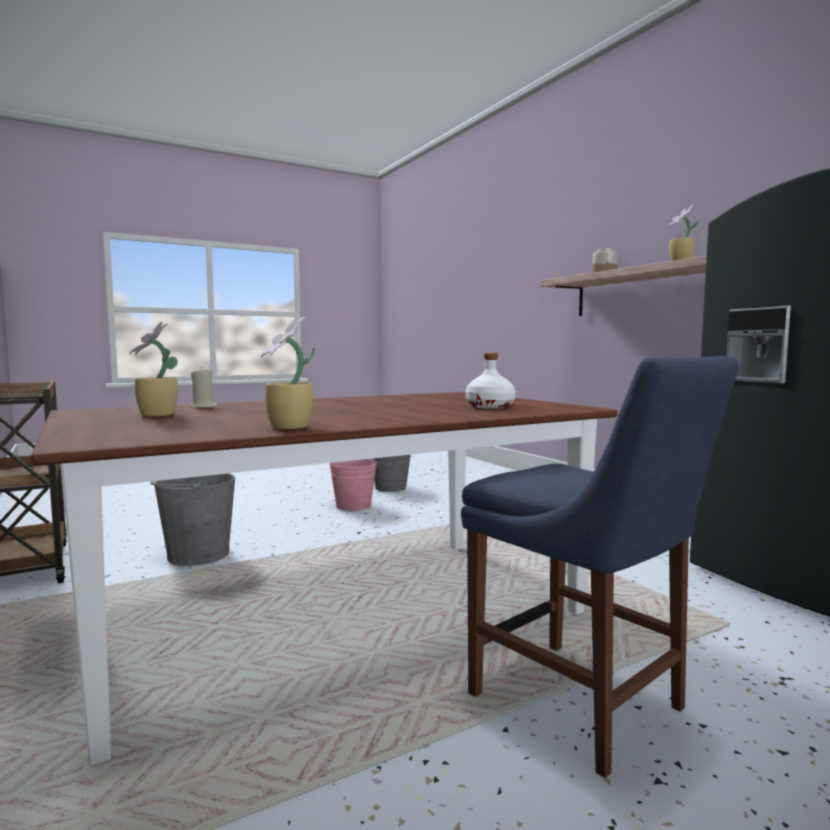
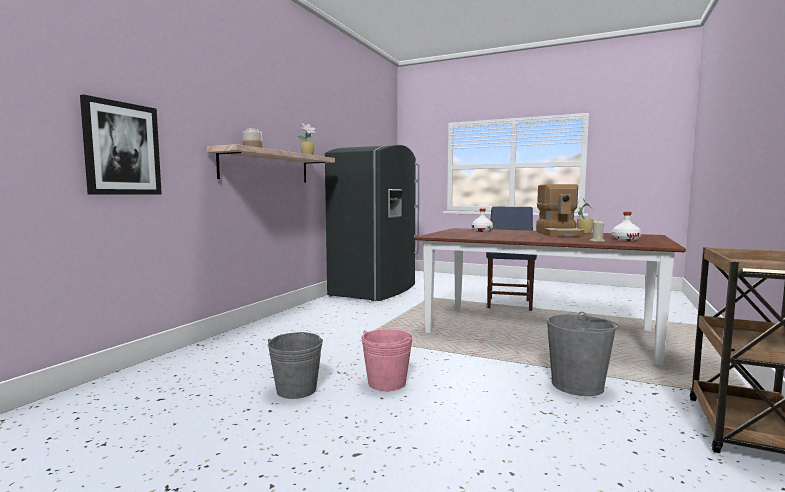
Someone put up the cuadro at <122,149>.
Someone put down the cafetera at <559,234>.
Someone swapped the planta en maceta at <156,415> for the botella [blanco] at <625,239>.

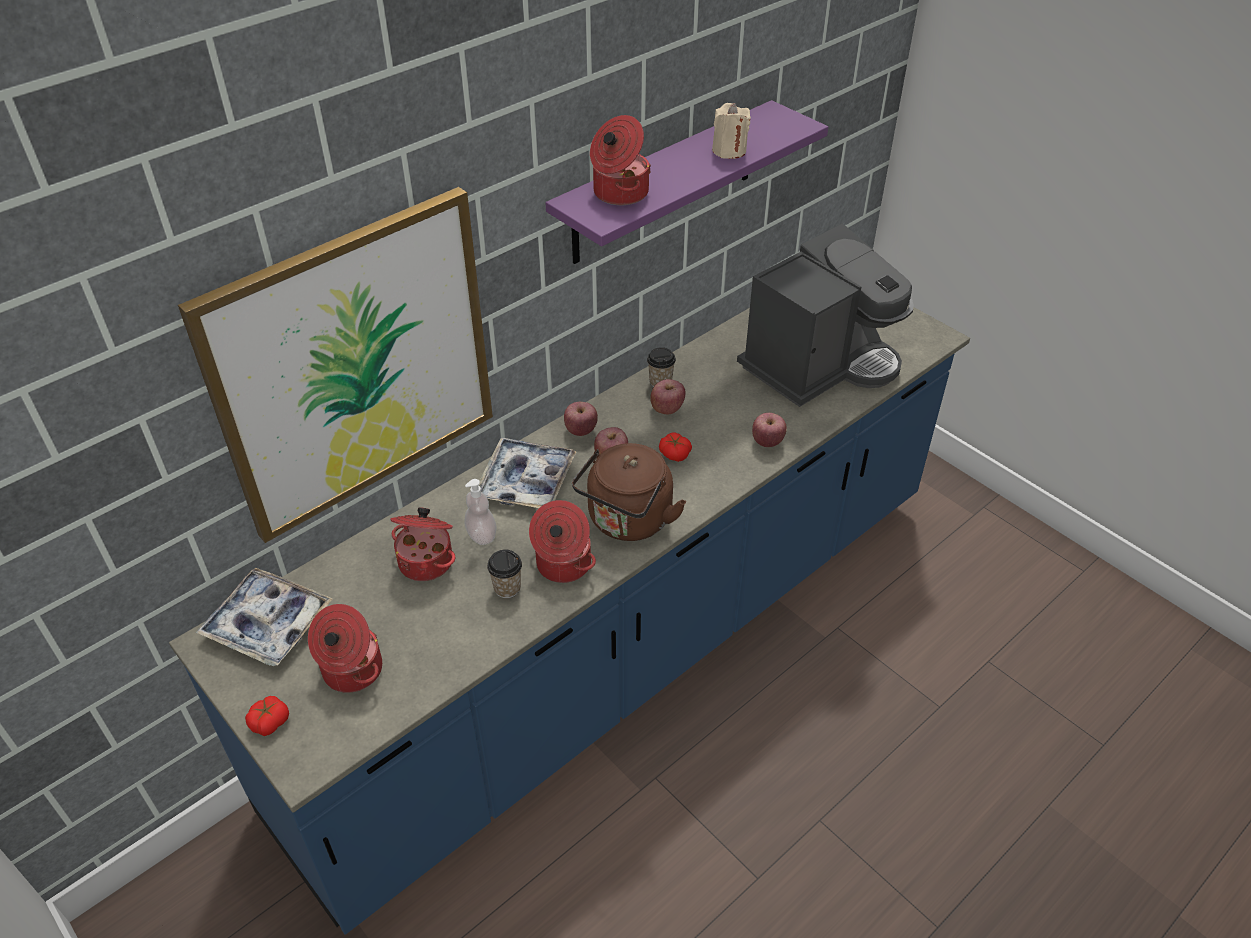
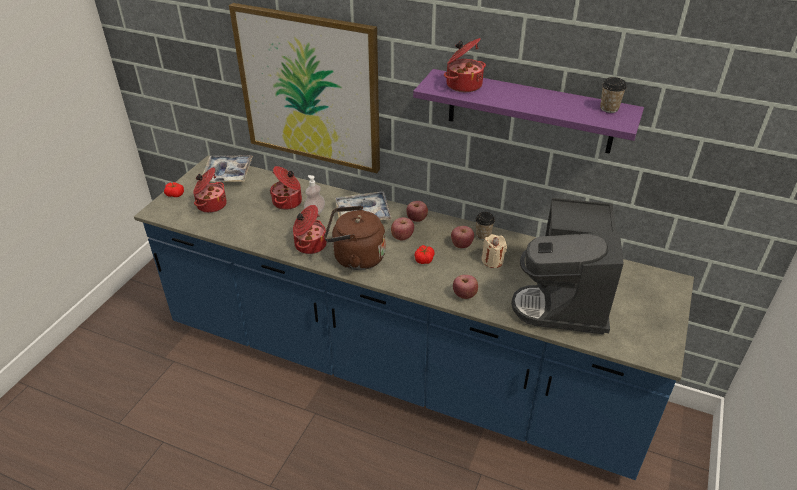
Someone carried the taza from <507,588> to <609,108>.
Someone carried the vela [beis] from <729,151> to <492,261>.
Someone rotated the cafetera at <819,364> by 75 degrees clockwise.

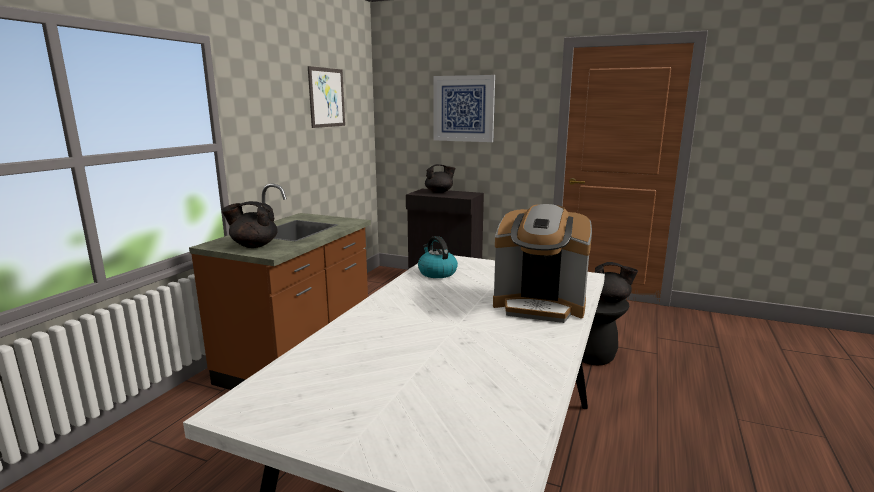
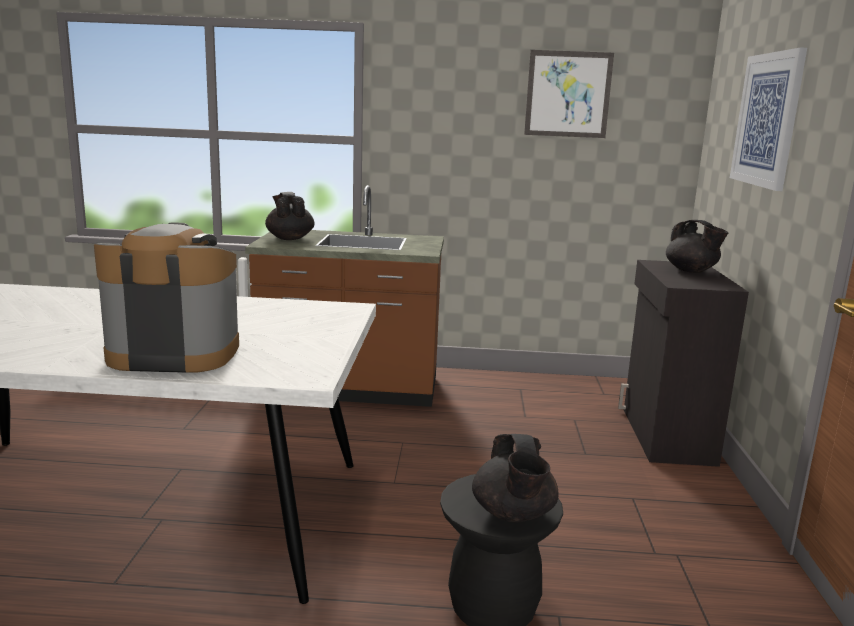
Someone took away the hervidor at <436,273>.
Someone rotated the cafetera at <539,305> by 90 degrees clockwise.

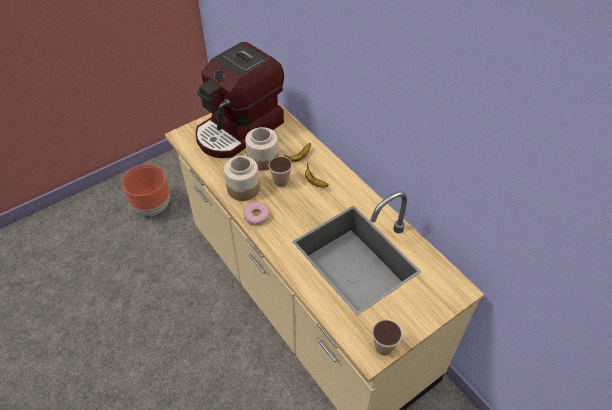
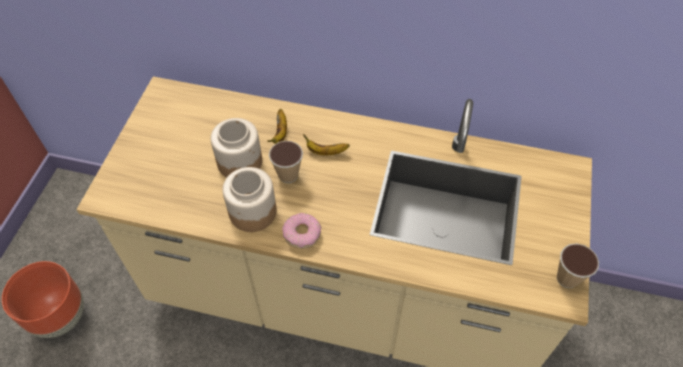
Someone took away the cafetera at <240,130>.

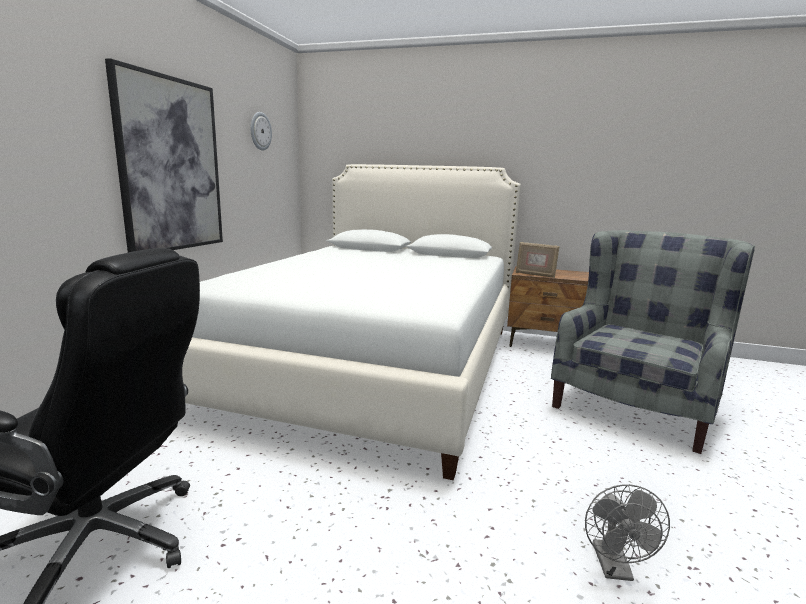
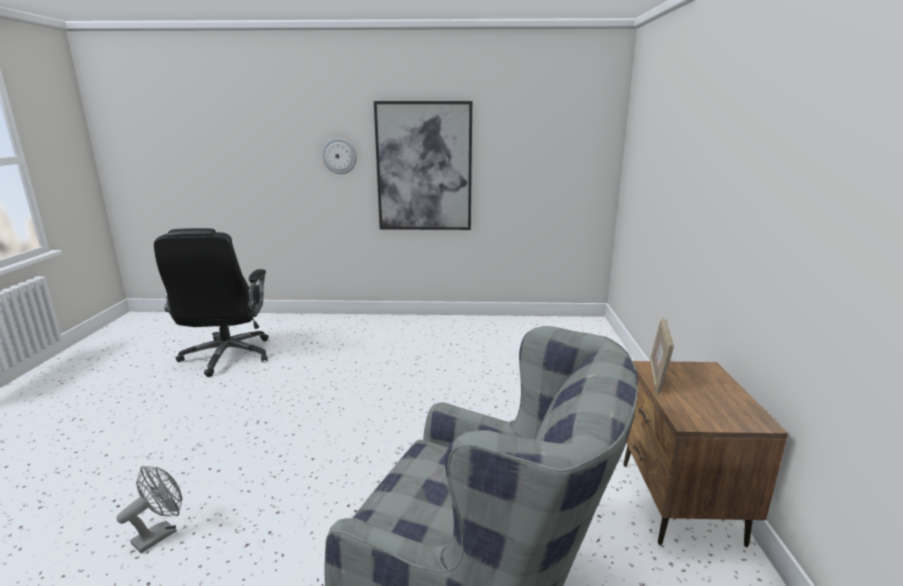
Someone took away the cama [blanco] at <375,364>.
Someone carried the reloj de pared from <260,131> to <339,156>.
Someone rotated the ventilador [gris] at <615,569> by 135 degrees clockwise.

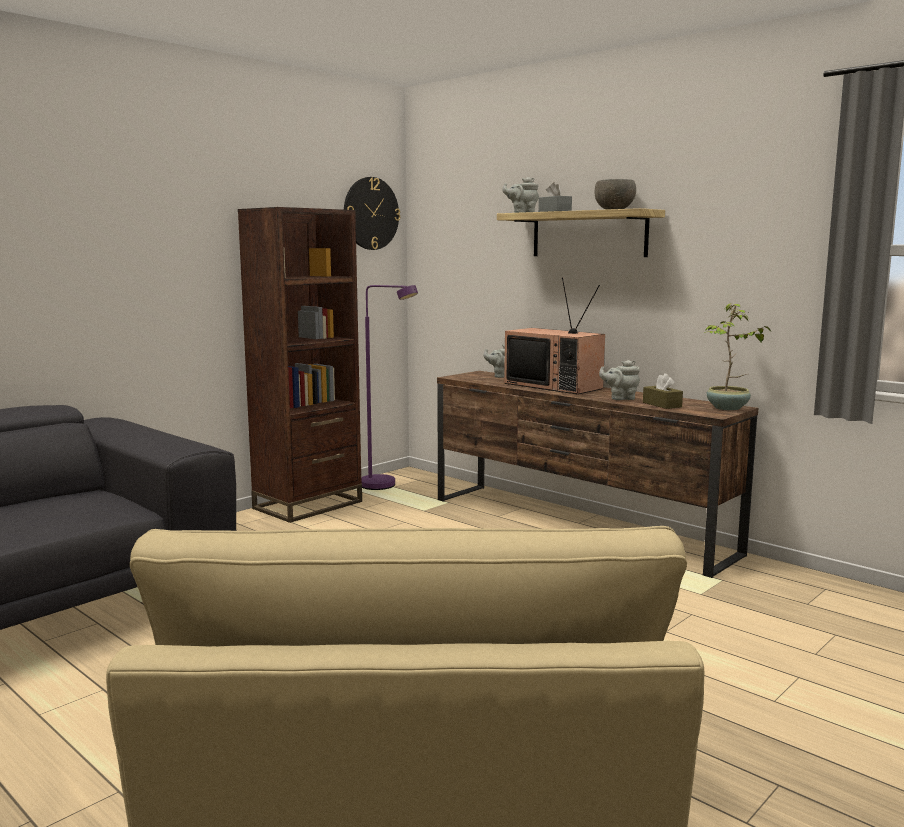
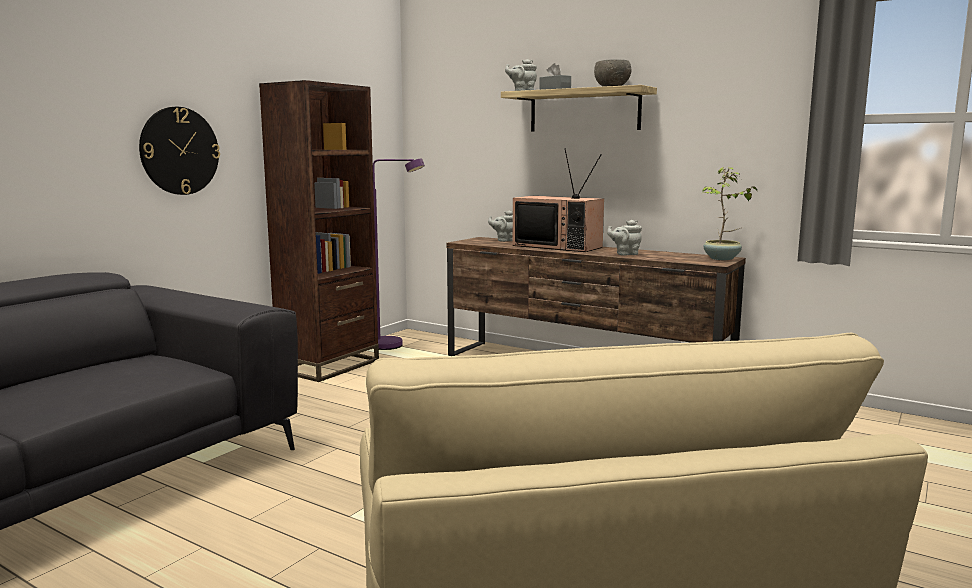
Someone took away the caja de pañuelos [marrón] at <662,405>.
Someone carried the reloj de pared from <371,213> to <179,151>.

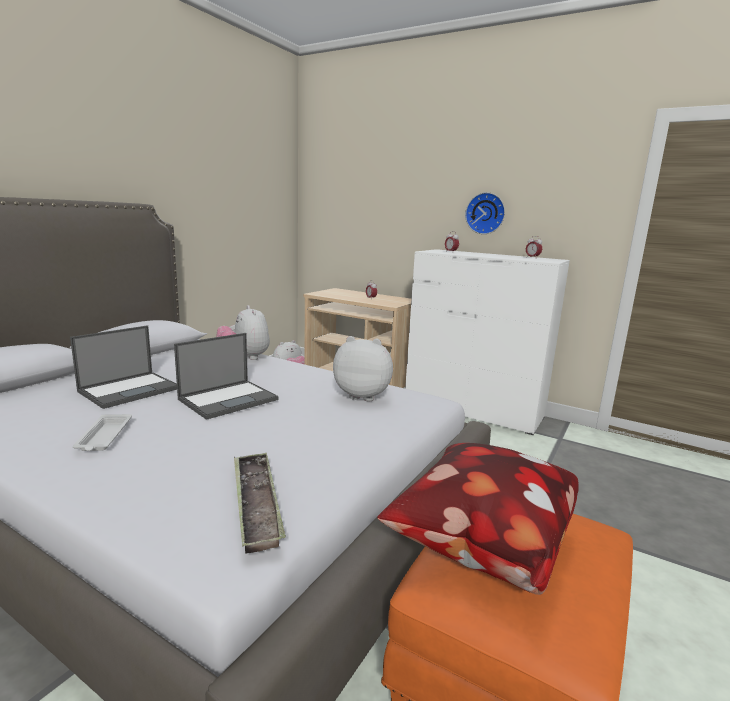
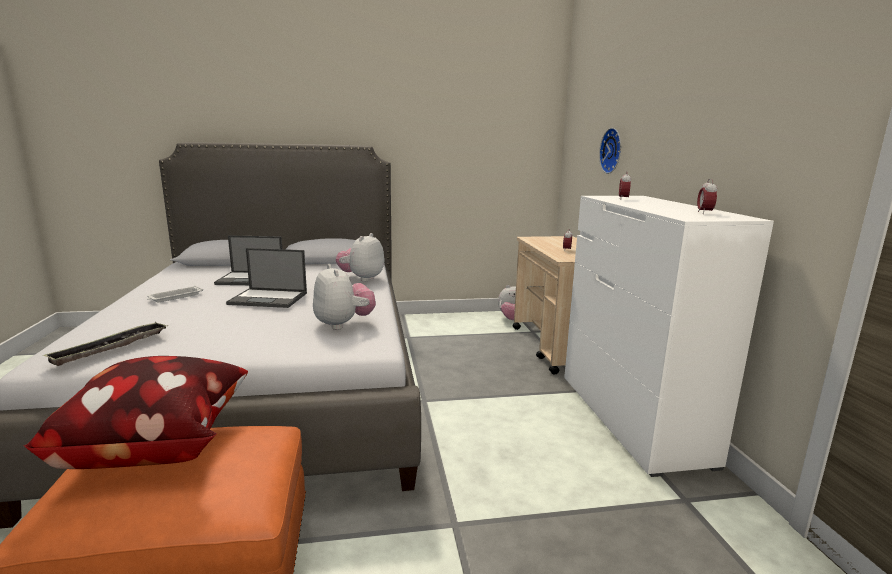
Someone carried the reloj de pared from <485,213> to <613,151>.

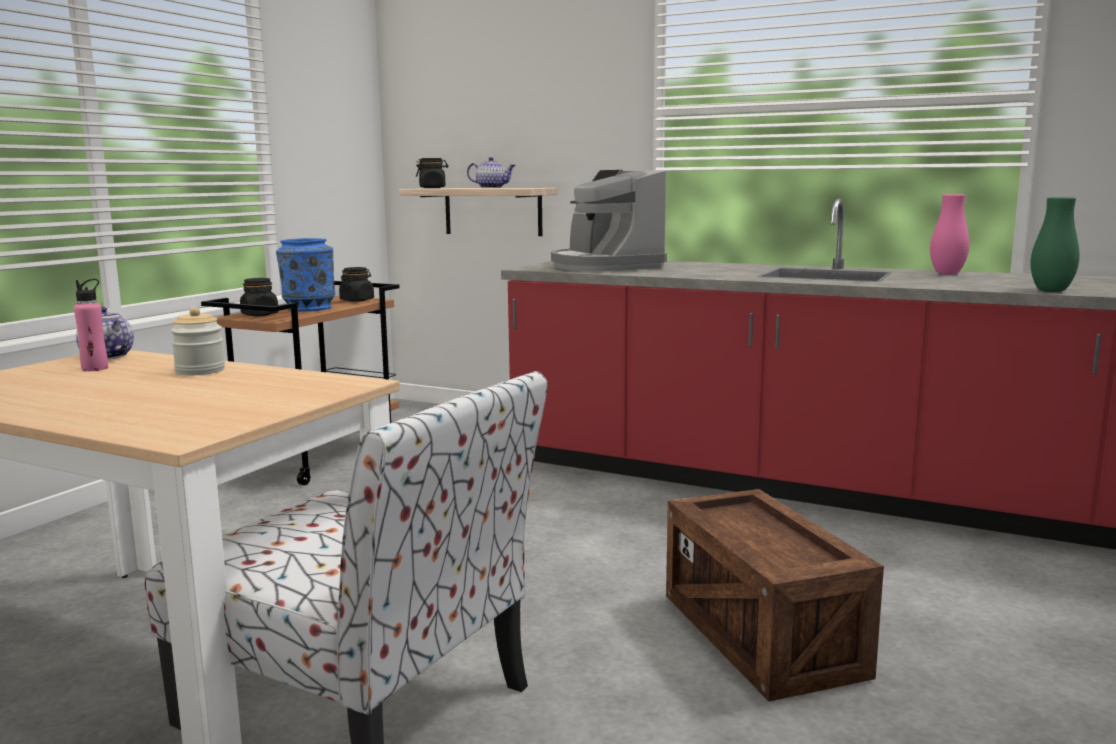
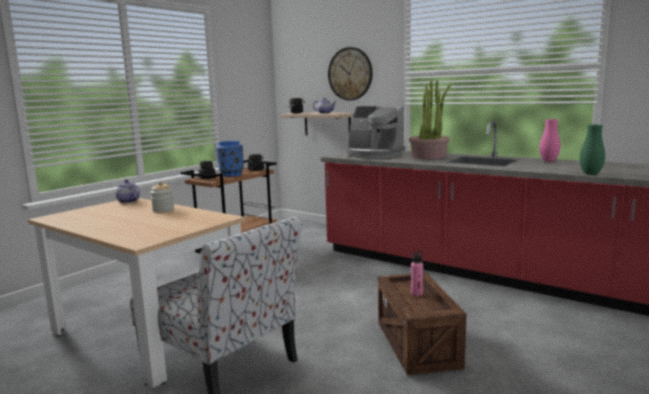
Someone put up the reloj de pared at <350,74>.
Someone put down the planta en maceta at <429,156>.
Someone carried the botella [rosa] from <95,368> to <416,293>.
Someone rotated the cafetera at <604,266> by 45 degrees counterclockwise.

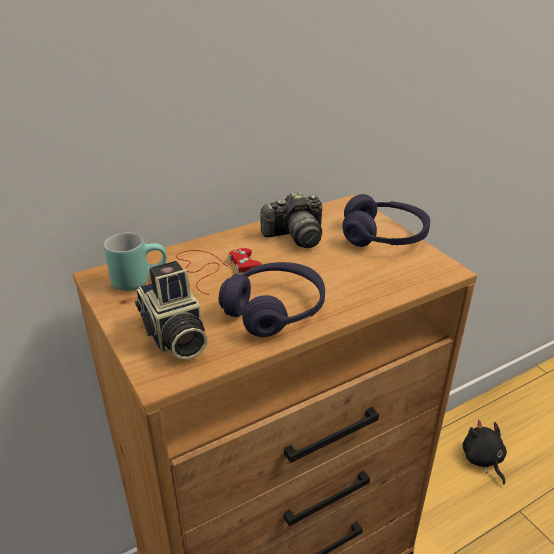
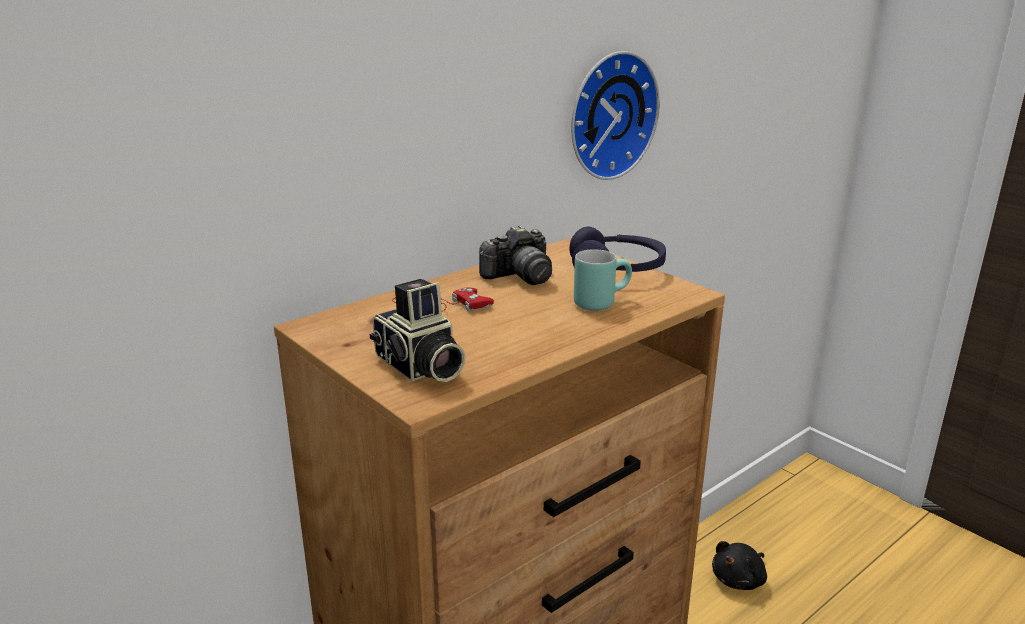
Someone took away the auriculares [morado] at <274,310>.
Someone put up the reloj de pared at <608,115>.
Someone carried the taza grande [turquesa] from <139,279> to <600,301>.
Someone rotated the peluche [negro] at <482,459> by 105 degrees counterclockwise.

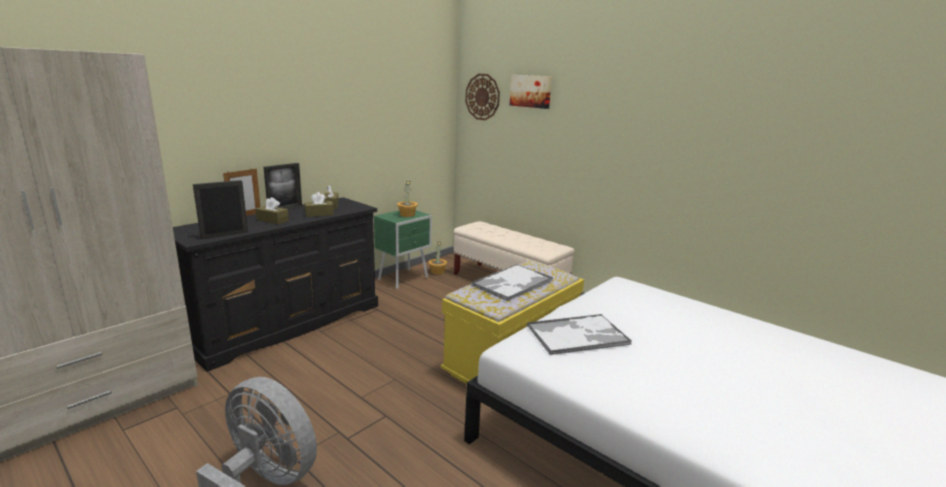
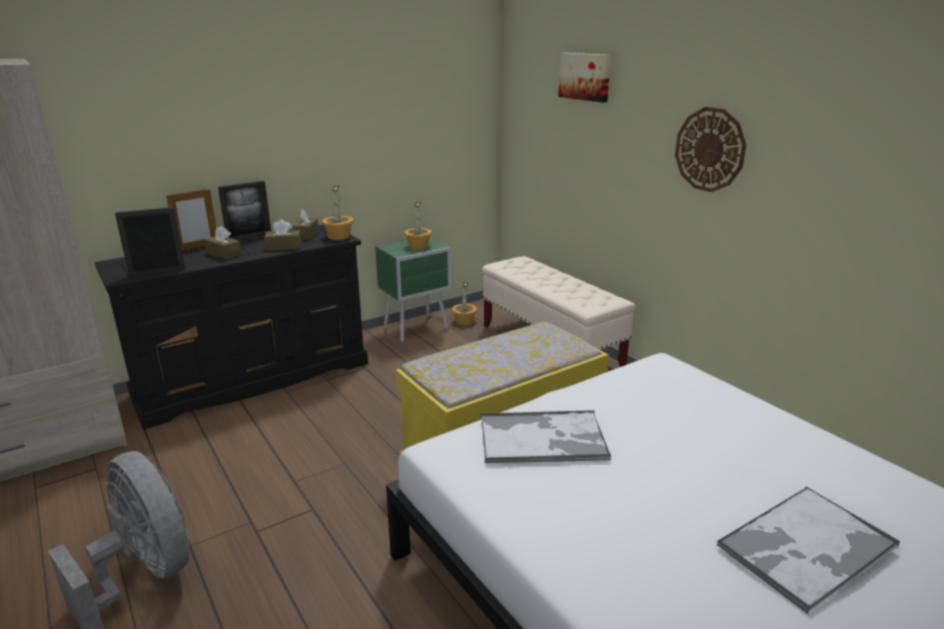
Someone put down the planta en maceta at <339,236>.
Someone carried the reloj de pared from <482,97> to <710,149>.
Someone carried the bandeja from <512,283> to <805,547>.

